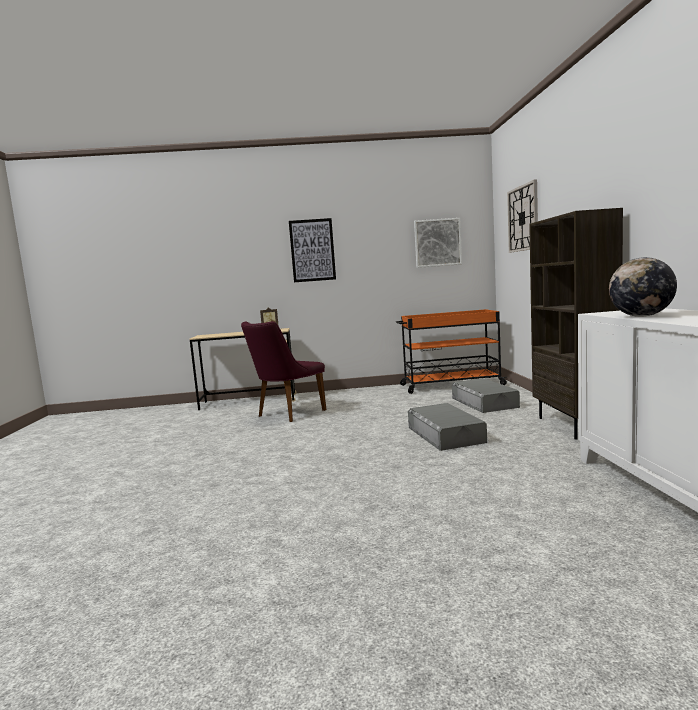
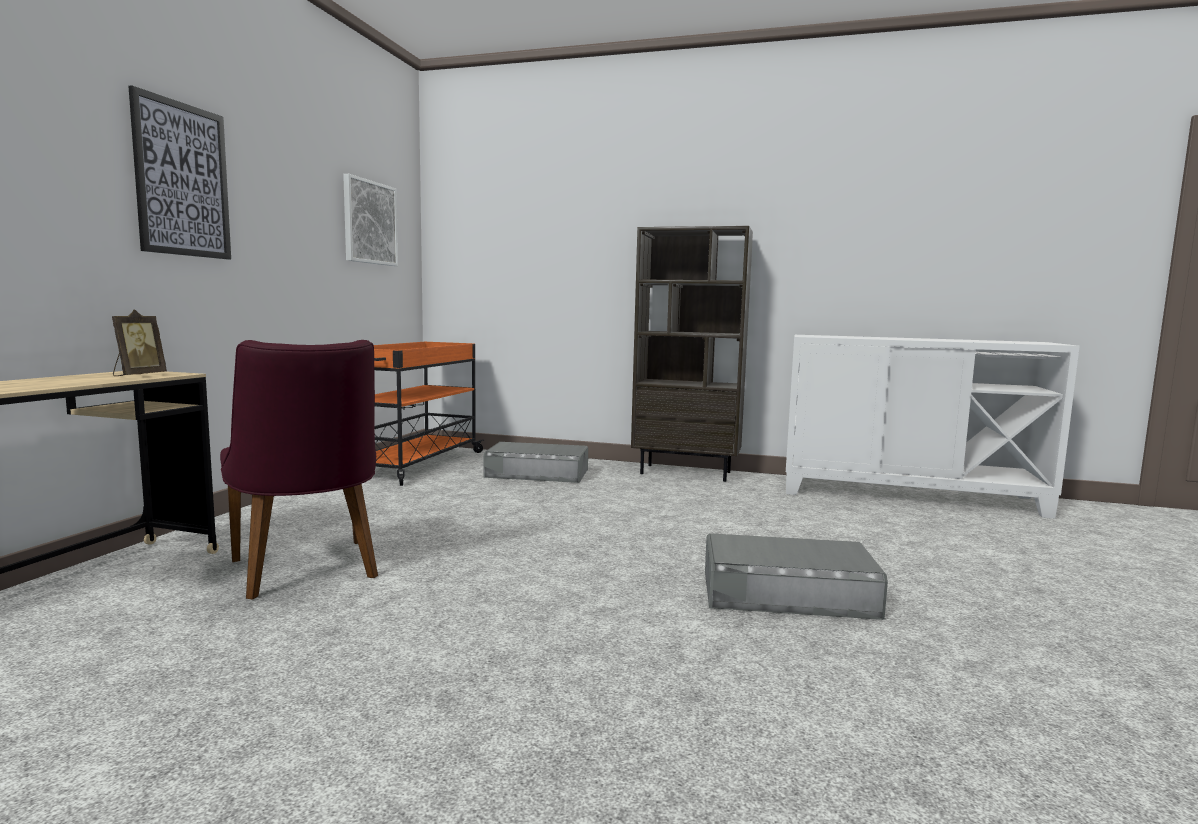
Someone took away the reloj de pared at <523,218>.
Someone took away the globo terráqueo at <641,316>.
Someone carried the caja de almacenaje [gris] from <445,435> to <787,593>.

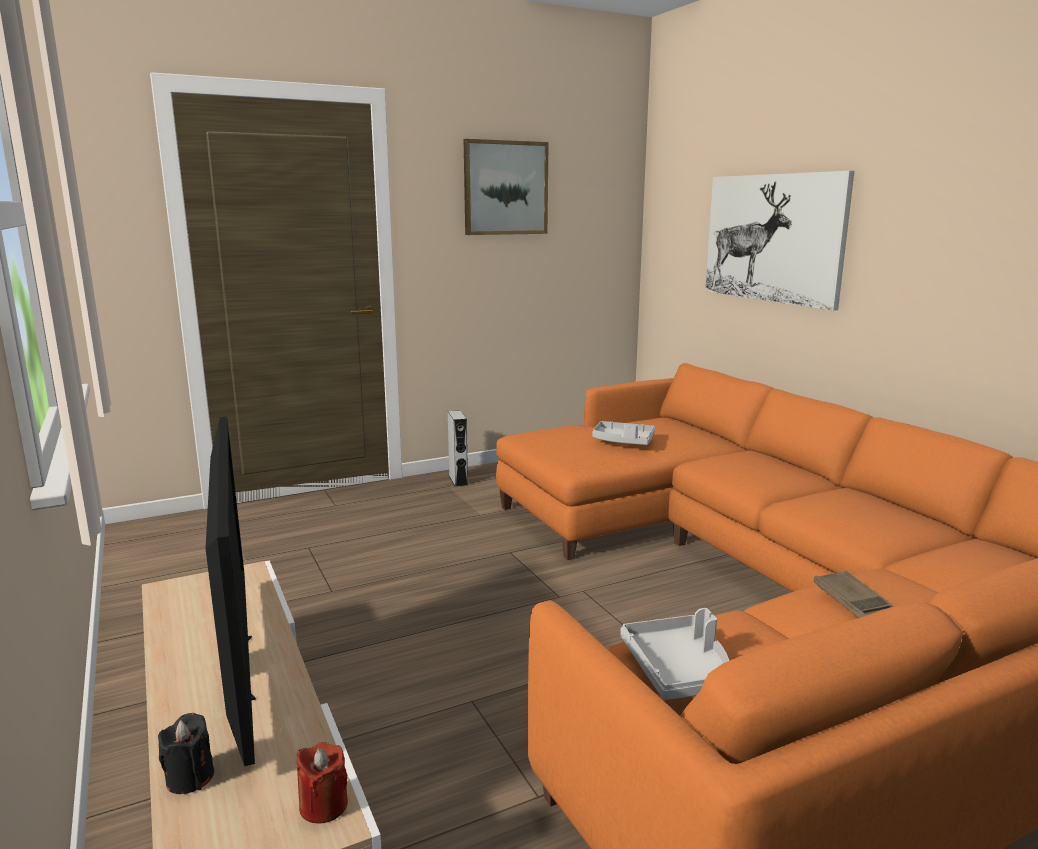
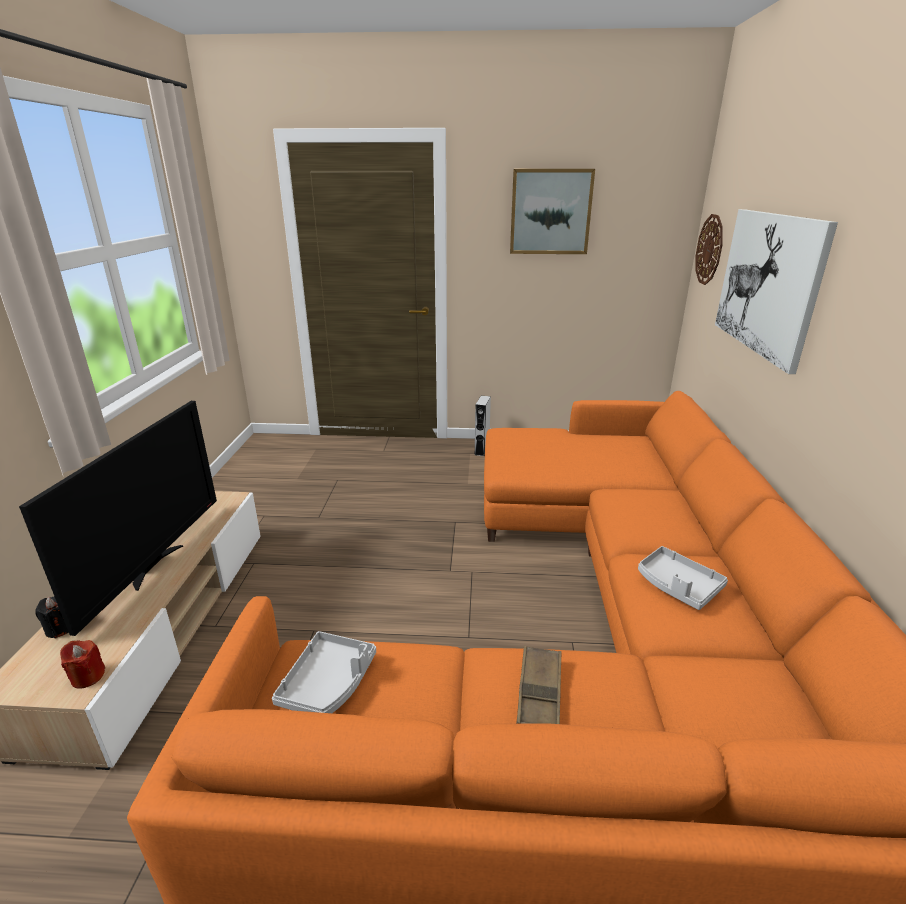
Someone put up the reloj de pared at <709,249>.
Someone carried the bandeja [gris] from <623,441> to <677,586>.

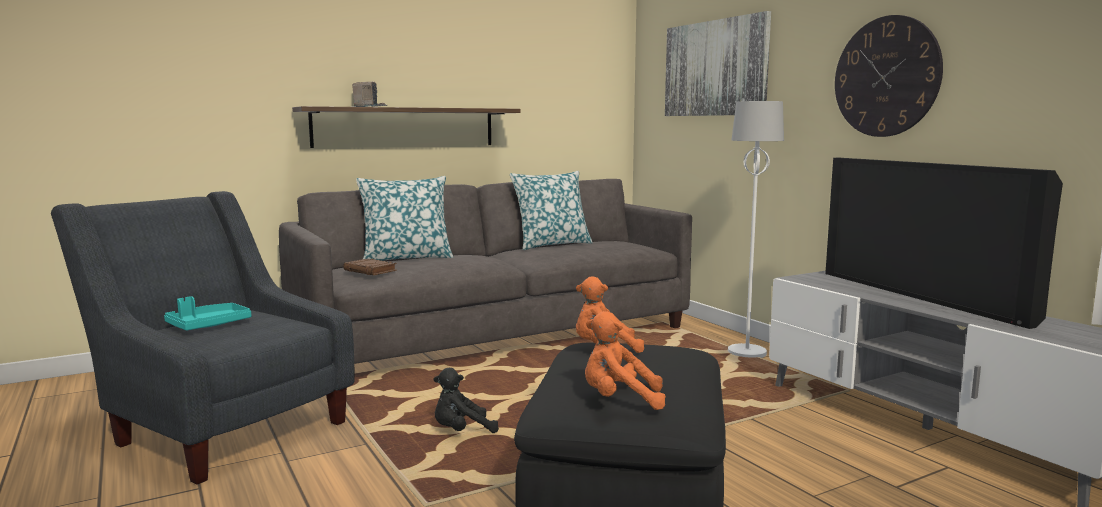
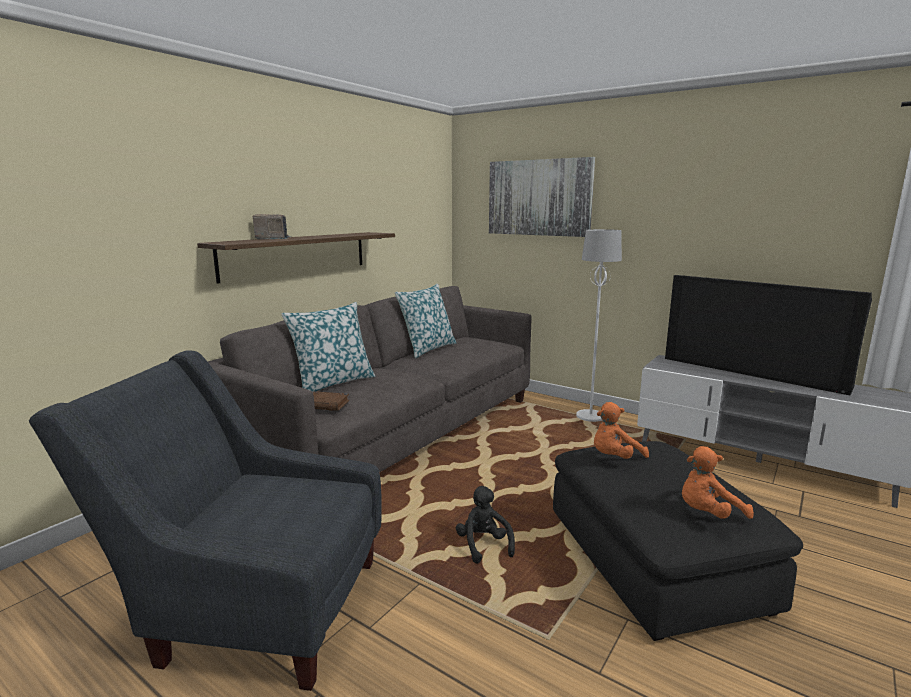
Someone took away the bandeja [turquesa] at <208,325>.
Someone took away the reloj de pared at <886,77>.
Someone rotated the peluche [negro] at <461,431> by 120 degrees clockwise.

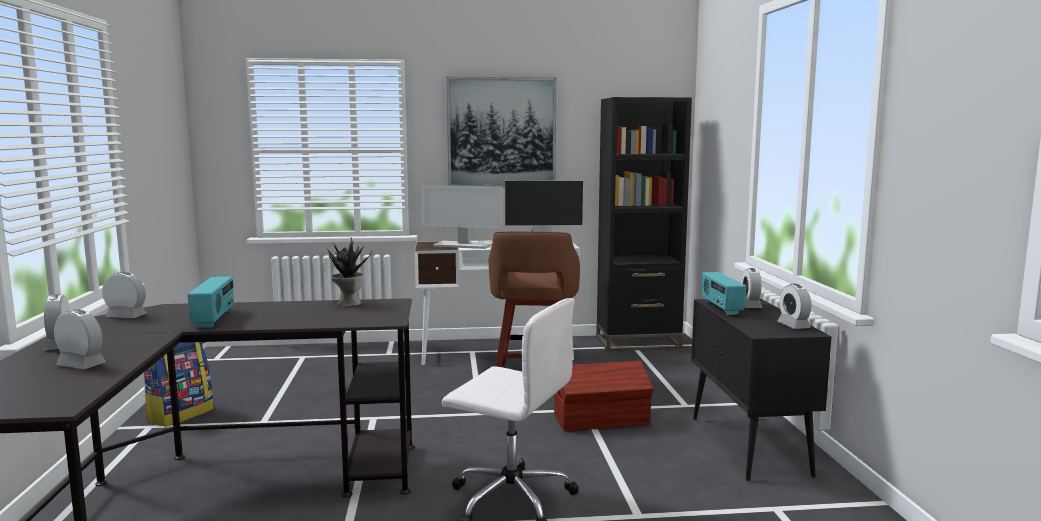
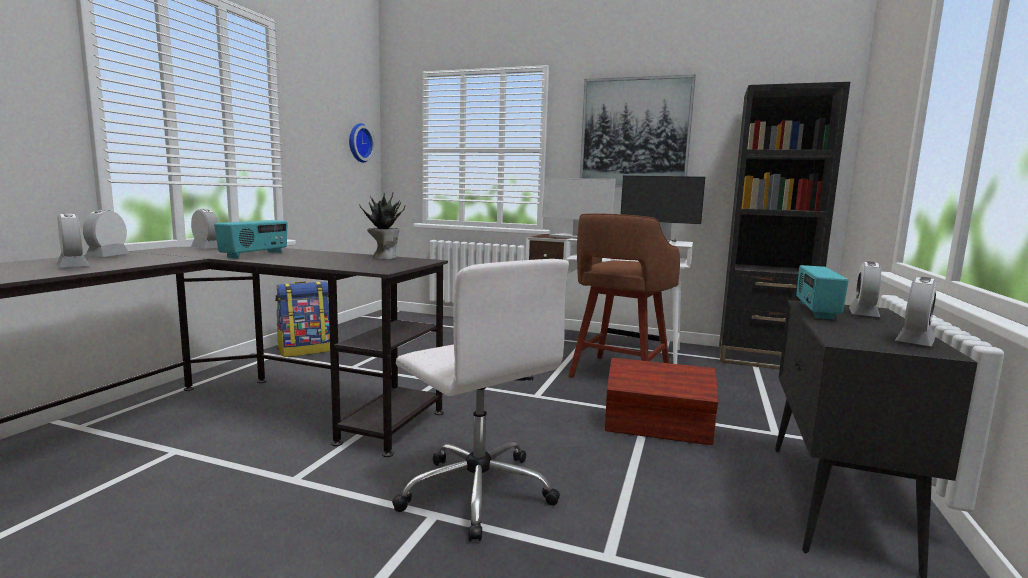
Someone put up the reloj de pared at <358,143>.
Someone rotated the despertador at <793,326> by 150 degrees counterclockwise.

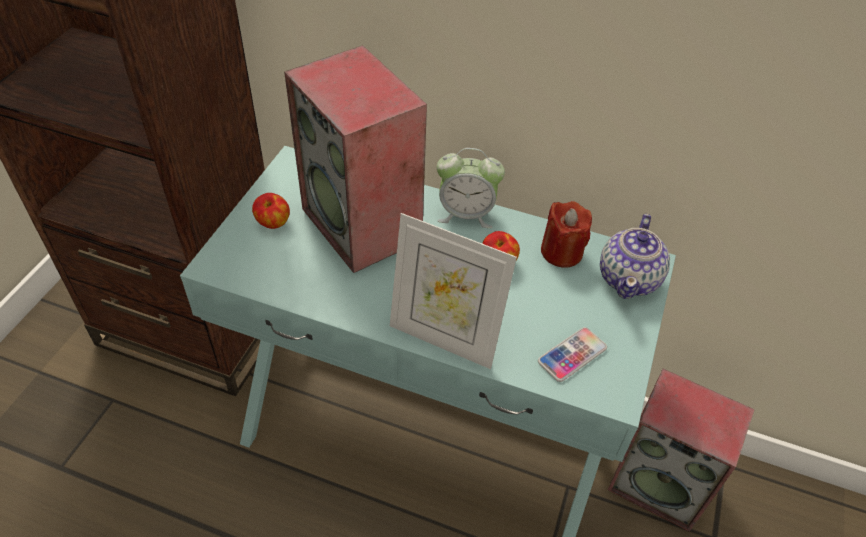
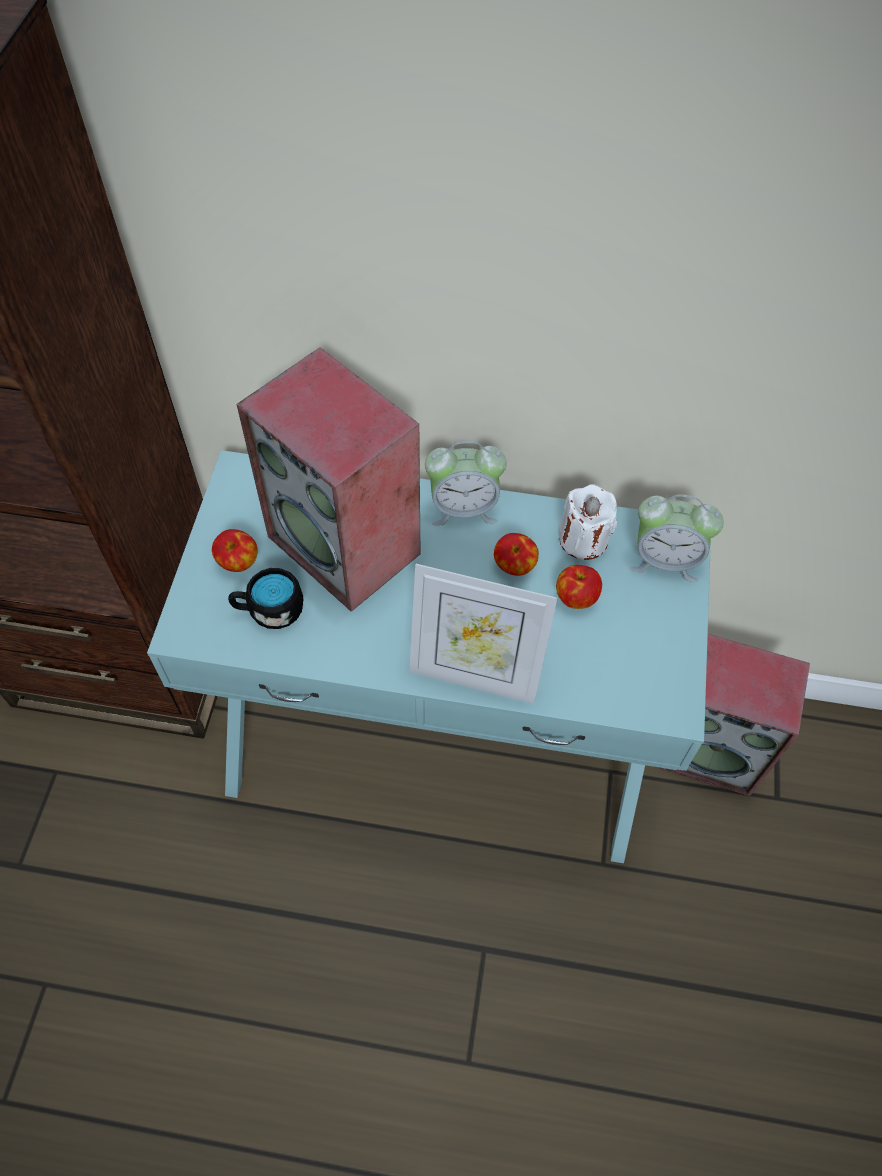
Someone took away the móvil at <572,355>.
Someone put down the taza grande [negro] at <269,610>.
Someone put down the manzana at <576,597>.
Someone swapped the tetera at <629,278> for the despertador at <665,560>.
Someone repainted the vela [rojo] at <561,252>, which became the vela [blanco] at <583,539>.

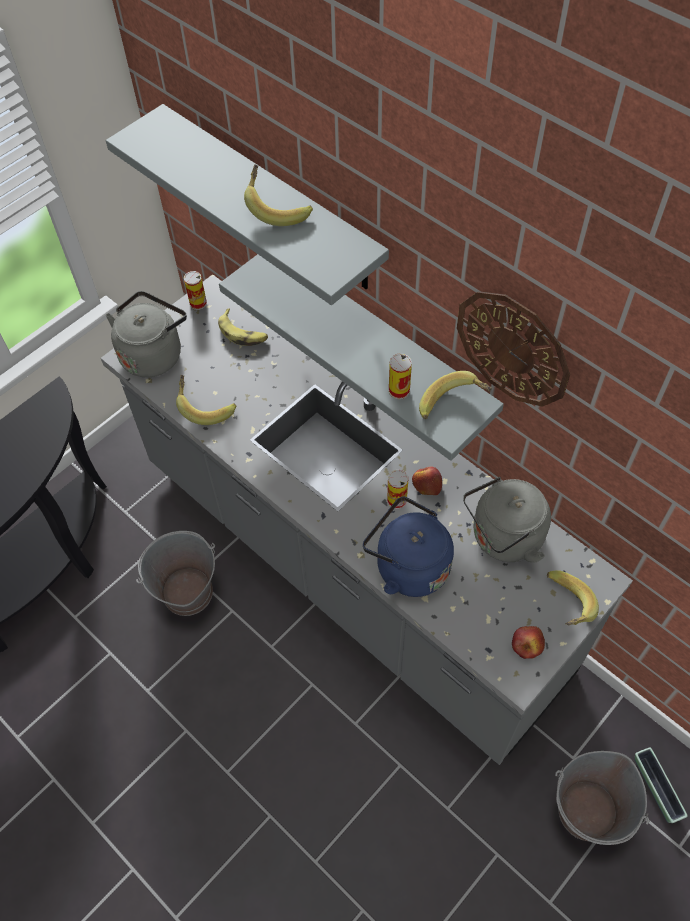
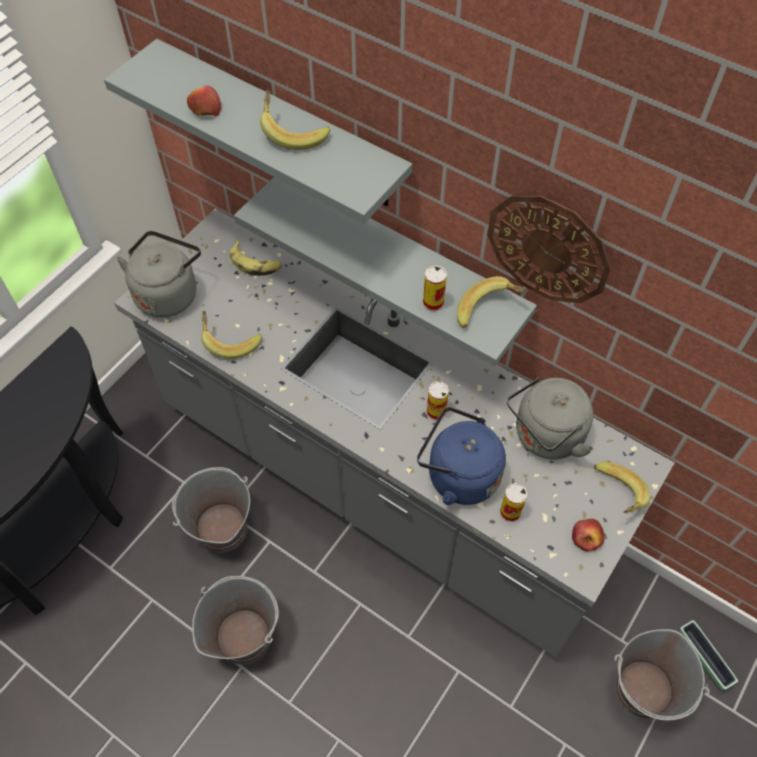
Someone put down the cubo [gris] at <243,636>.
Someone carried the lata from <198,303> to <510,512>.
Someone carried the manzana from <426,484> to <205,108>.

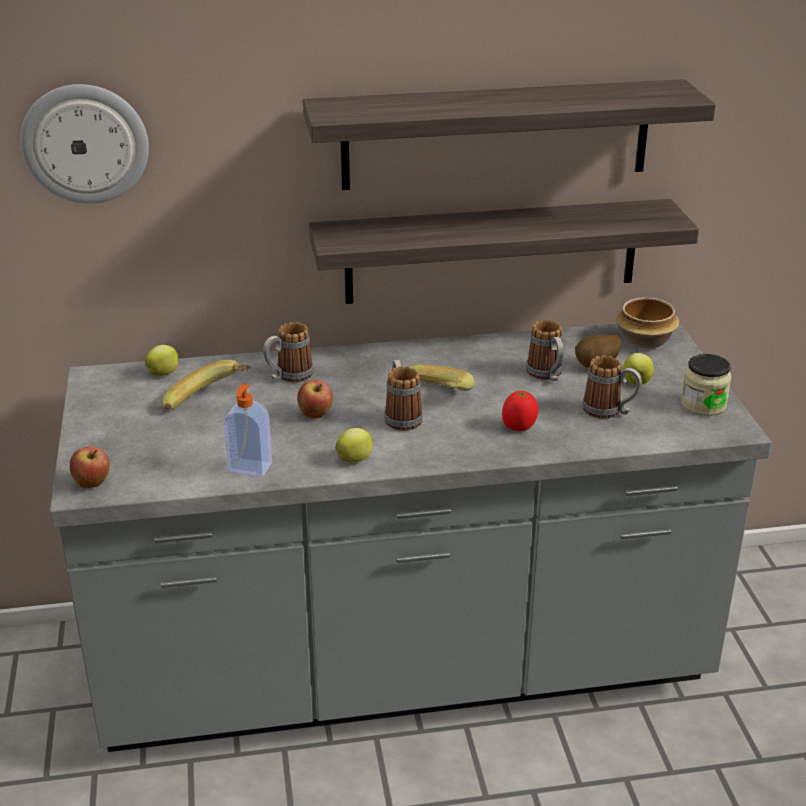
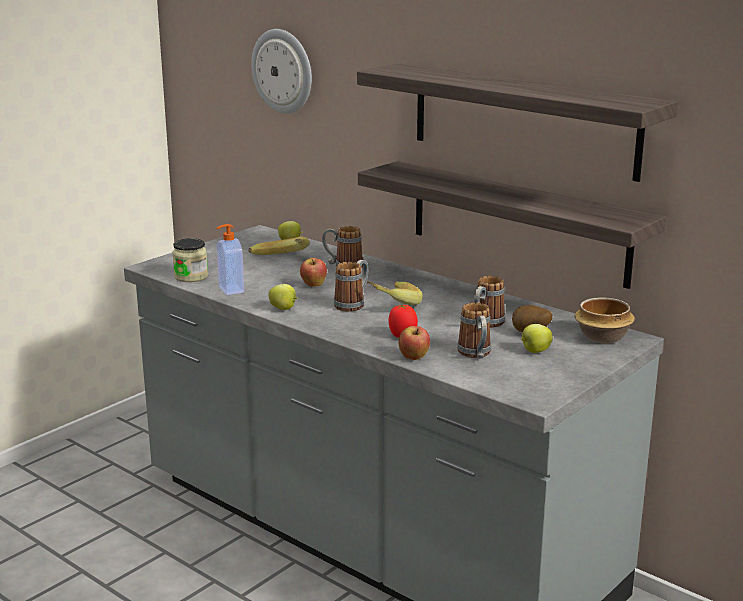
Someone carried the manzana from <92,484> to <414,358>.
Someone carried the tarro from <703,404> to <191,276>.

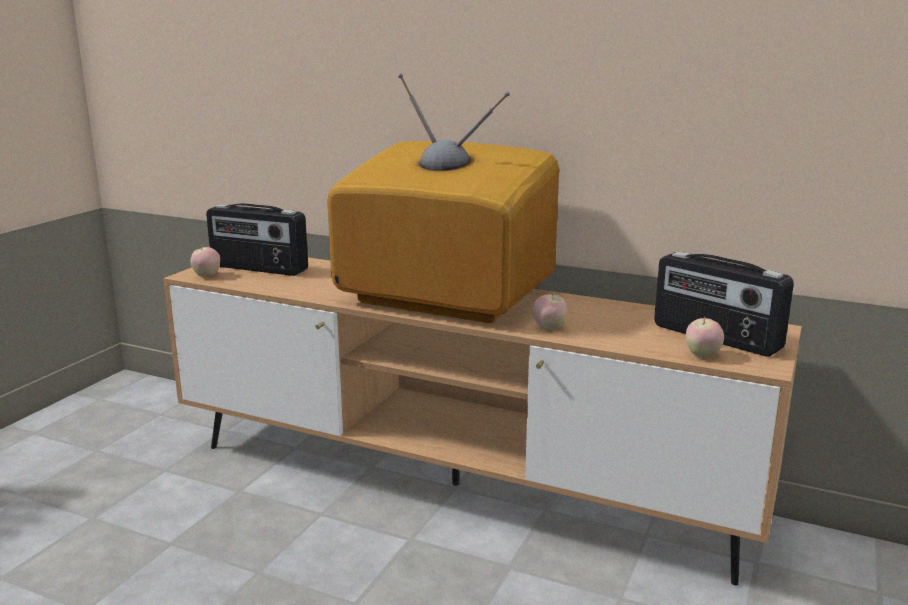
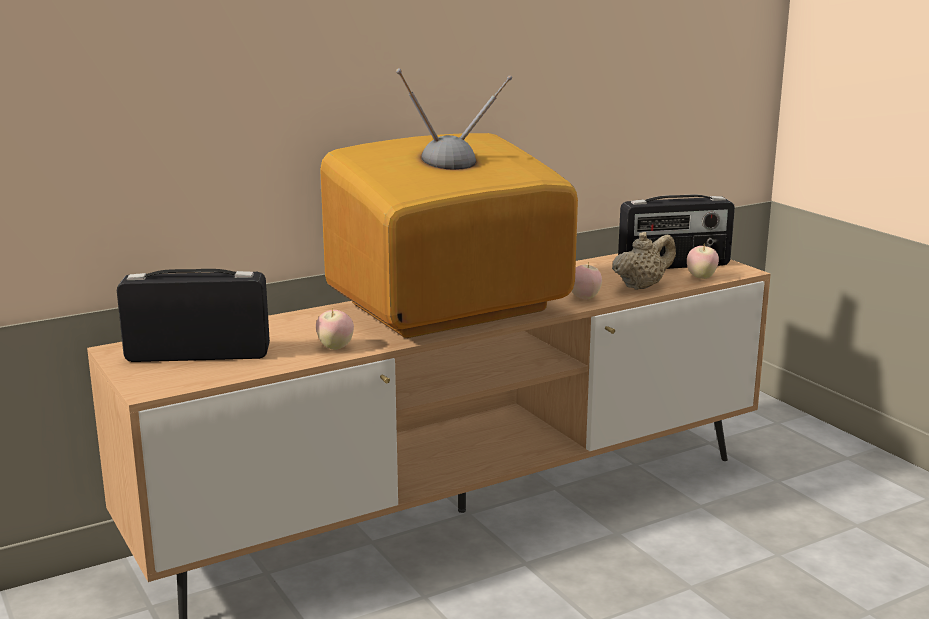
Someone put down the tetera [beis] at <642,286>.
Someone carried the manzana from <207,276> to <335,347>.
Someone rotated the radio at <258,268> by 150 degrees counterclockwise.

